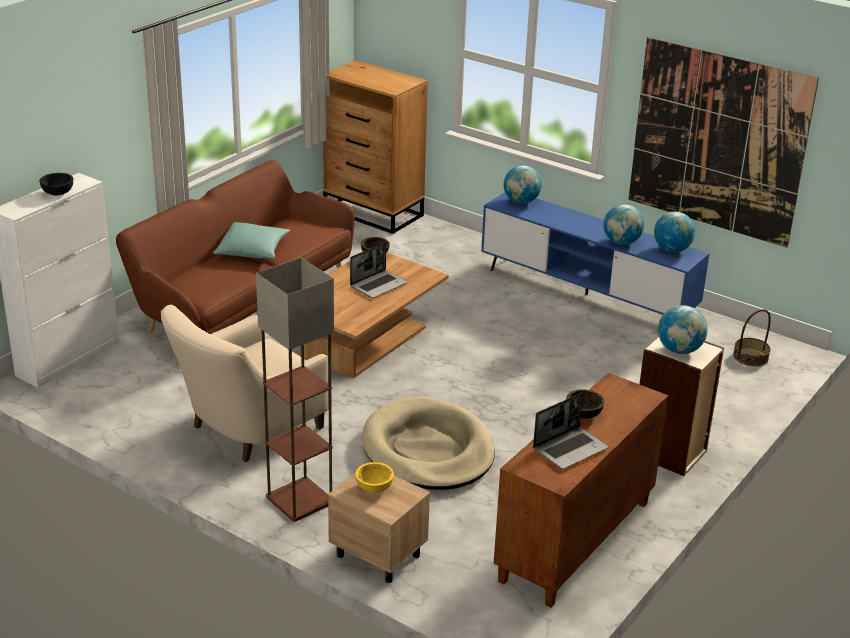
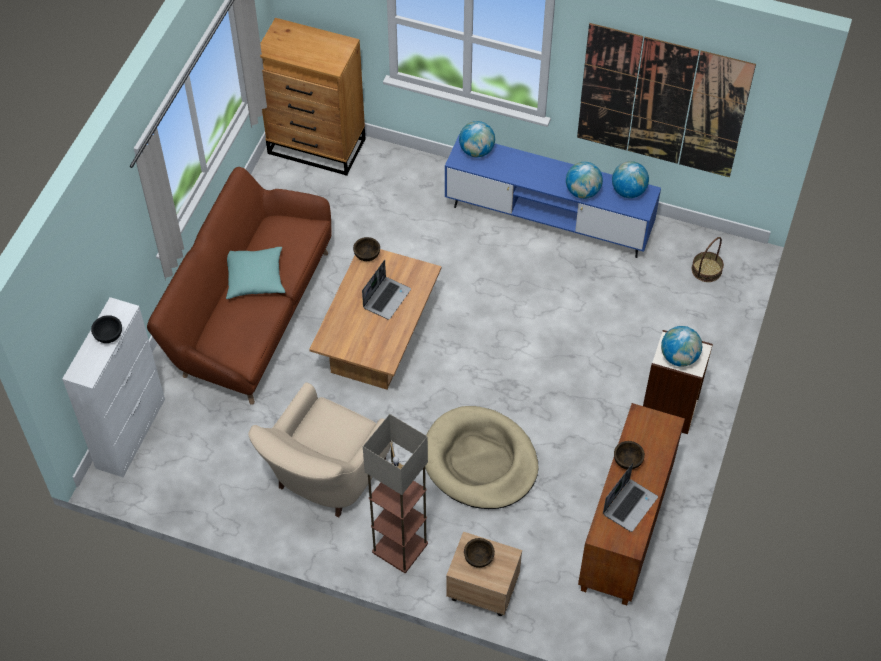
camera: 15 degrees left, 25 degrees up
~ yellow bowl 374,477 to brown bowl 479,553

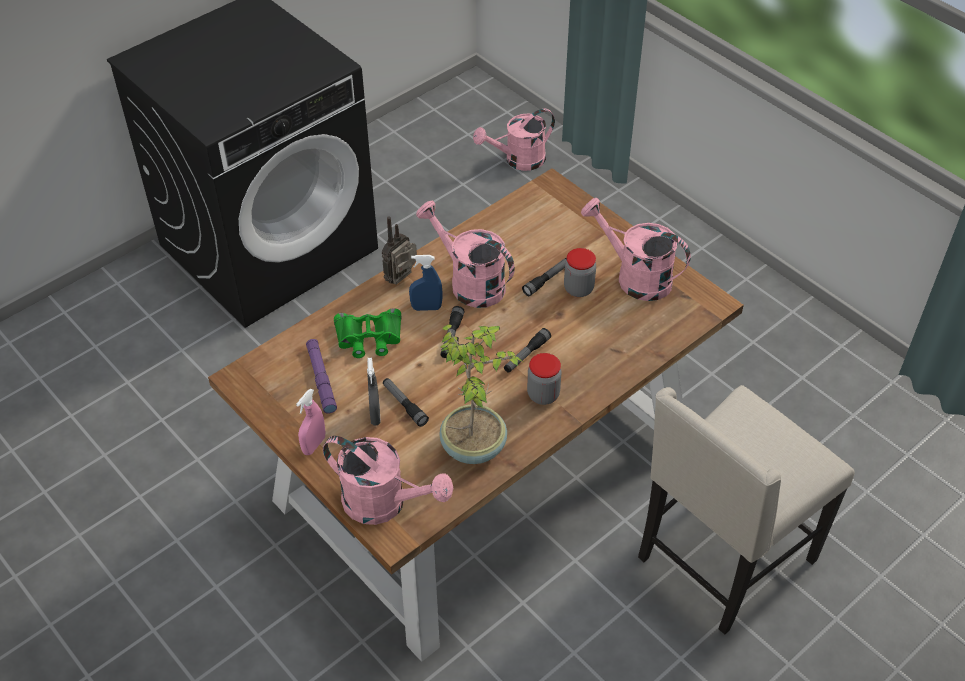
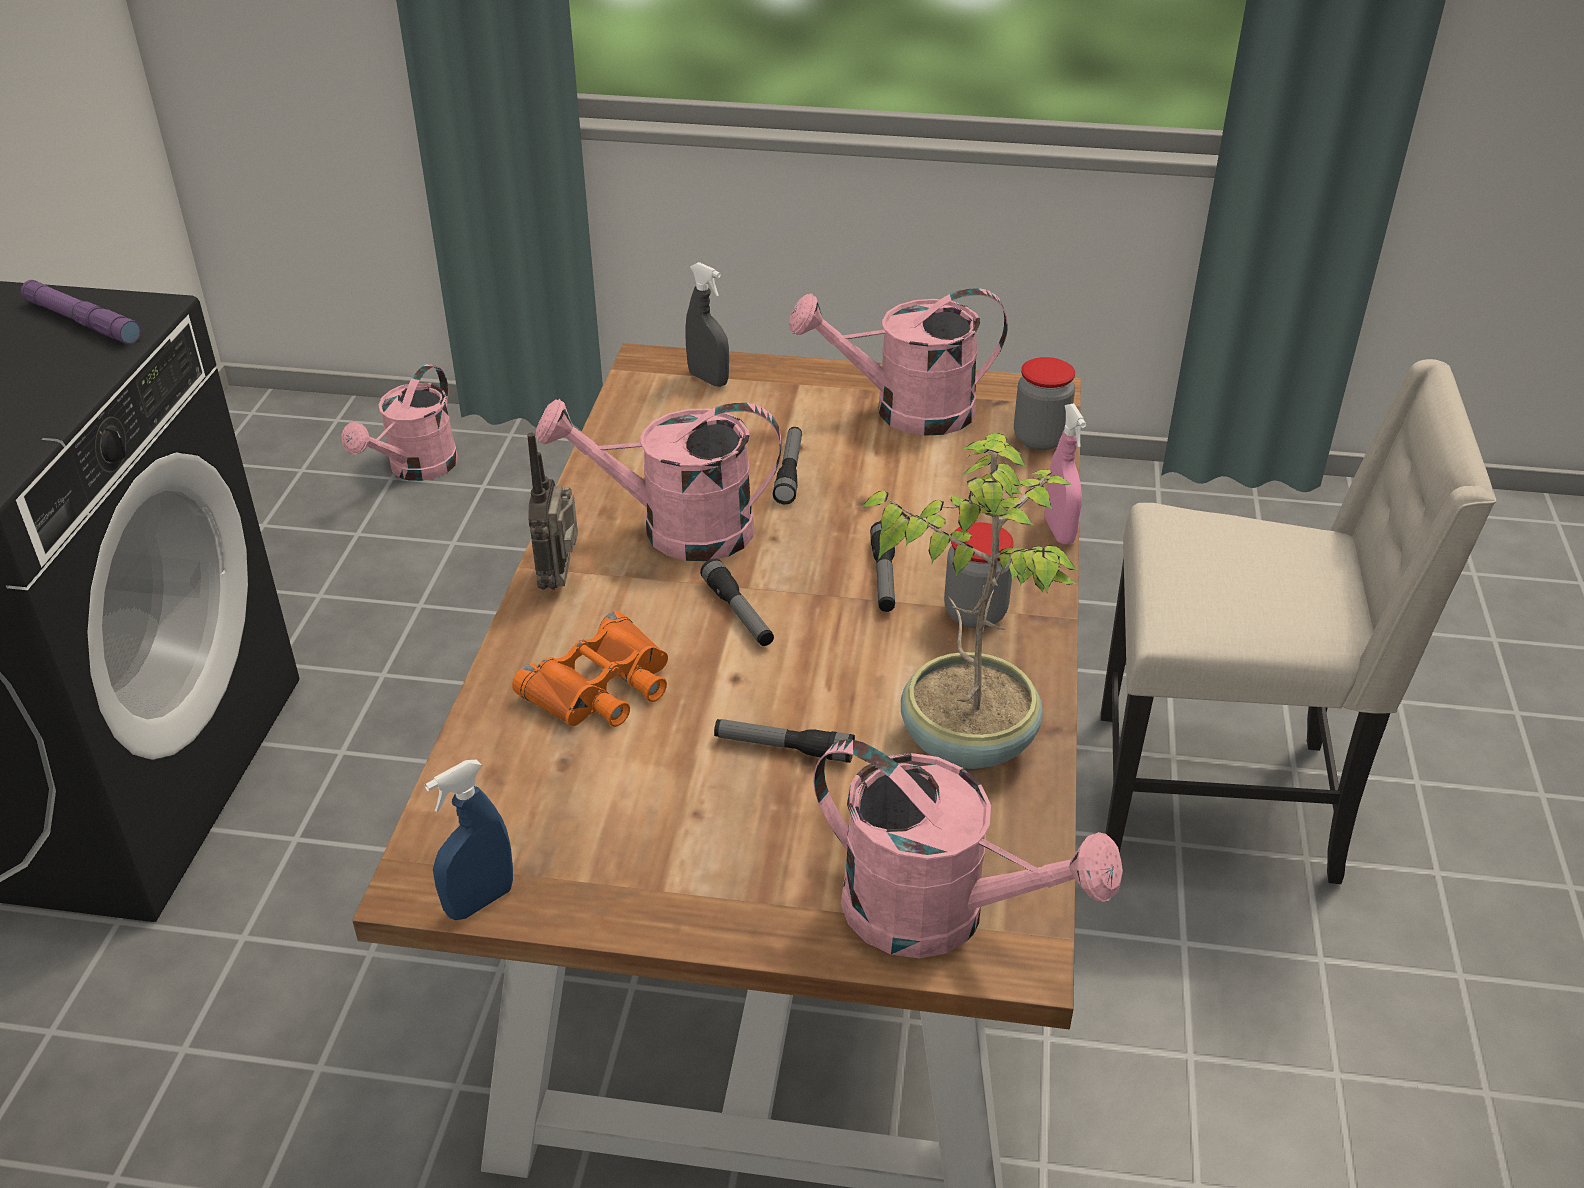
camera: 40 degrees left, 10 degrees down
~ pink spray bottle 310,421 to 1065,473
~ purple flashlight 321,376 to 81,312
~ pink watering can 388,480 = 968,848 45 degrees clockwise
~ green binoculars 368,333 to orange binoculars 590,669
~ grey spray bottle 374,391 to 707,324
~ blue spray bottle 426,283 to 469,839
~ jar 580,272 to 1044,403
~ beige chair 746,510 = 1298,621 90 degrees counterclockwise

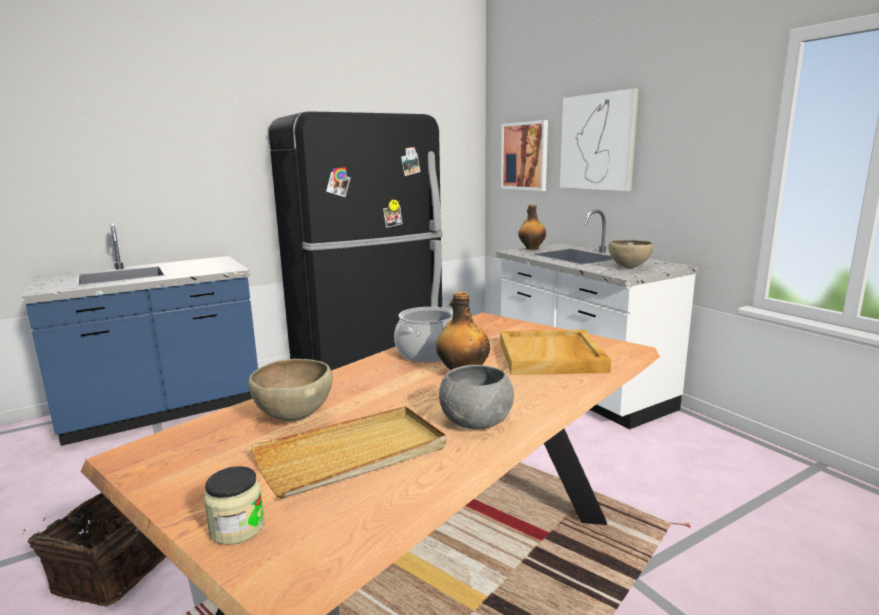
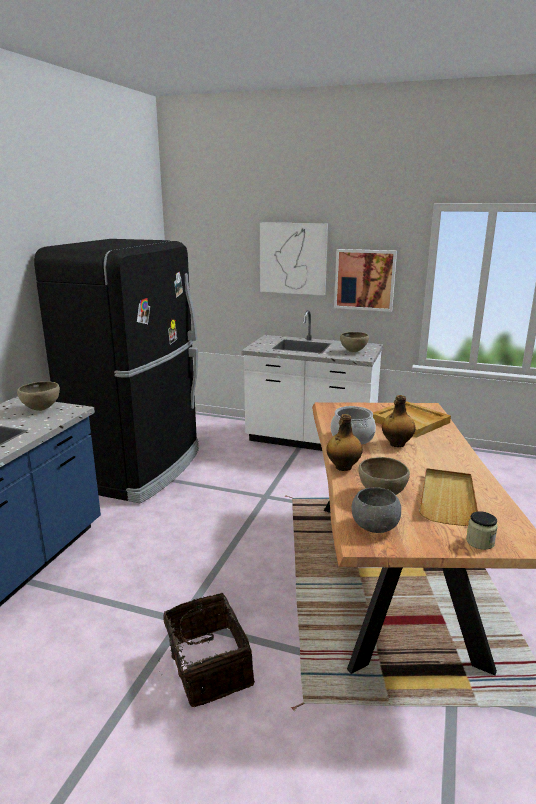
camera: 40 degrees left, 5 degrees up
~ grey bowl 476,397 to 376,510
~ picture 524,155 to 365,280
~ bottle 532,227 to 344,442
+ brown bowl 38,396

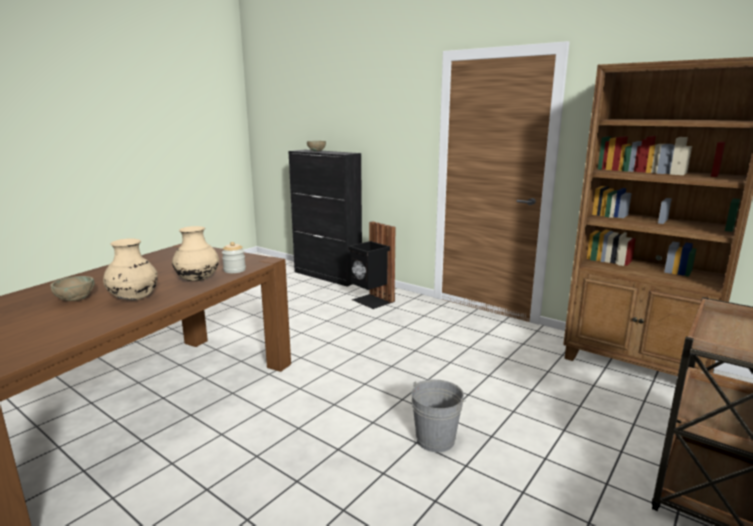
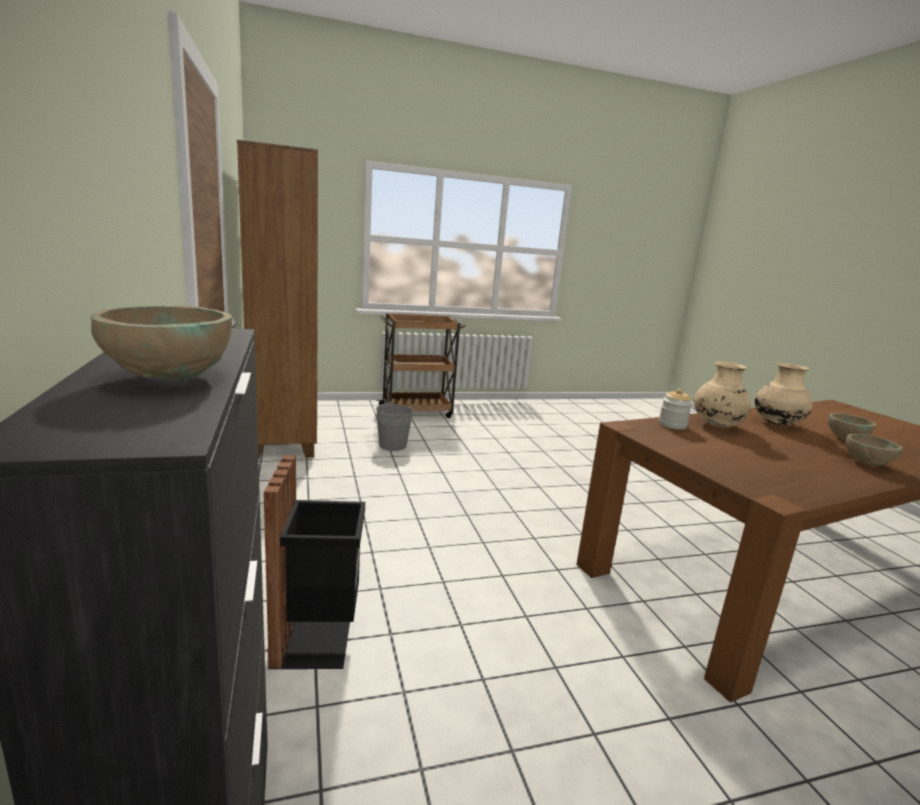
camera: 145 degrees left, 0 degrees up
~ grey bucket 438,415 to 394,426
+ beige bowl 873,450

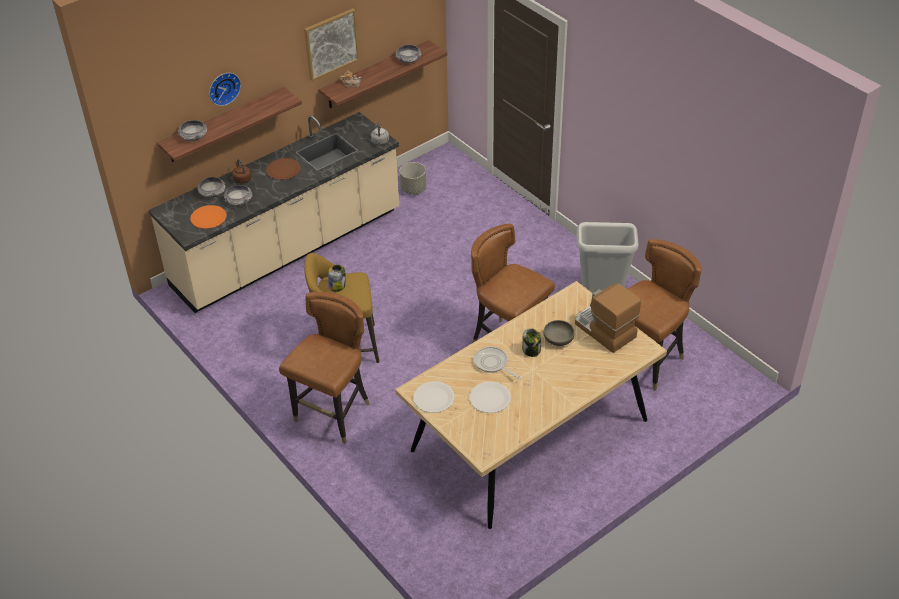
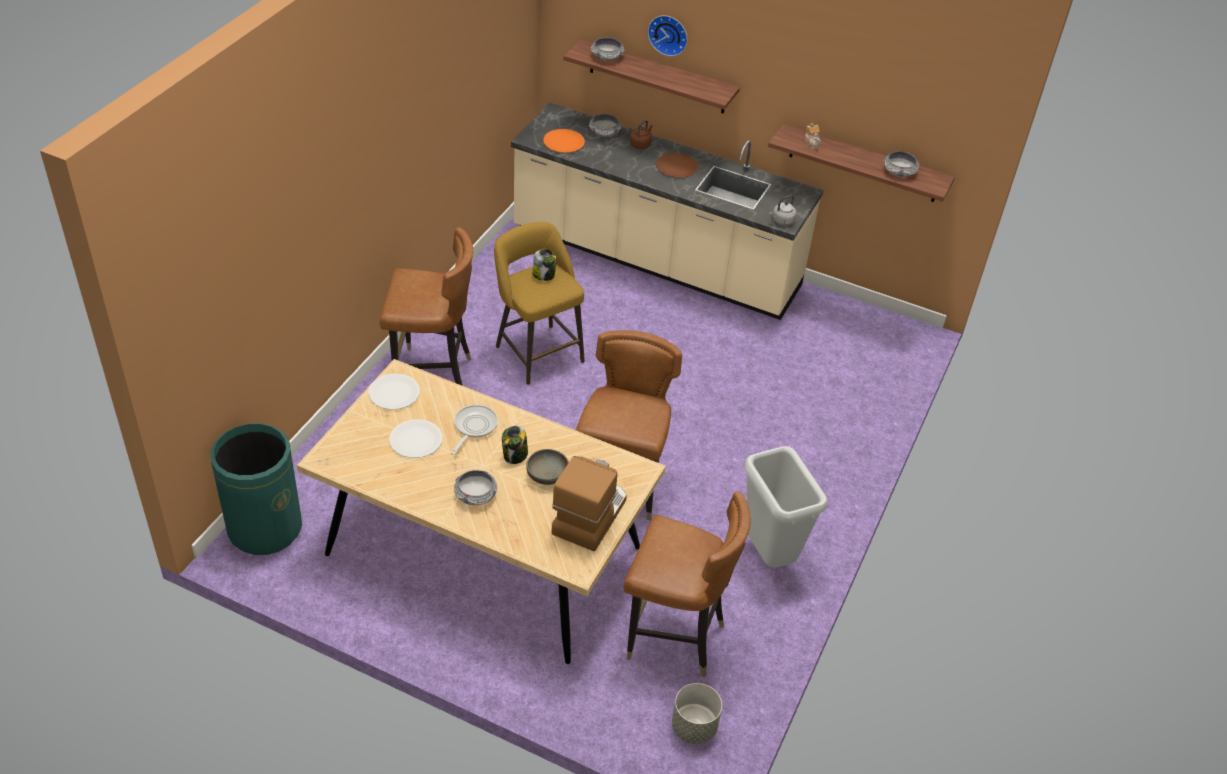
camera: 60 degrees right, 0 degrees up
~ bowl 238,195 to 476,487
- picture 332,44
~ grey planter 413,178 to 697,713
+ green trash can 256,489

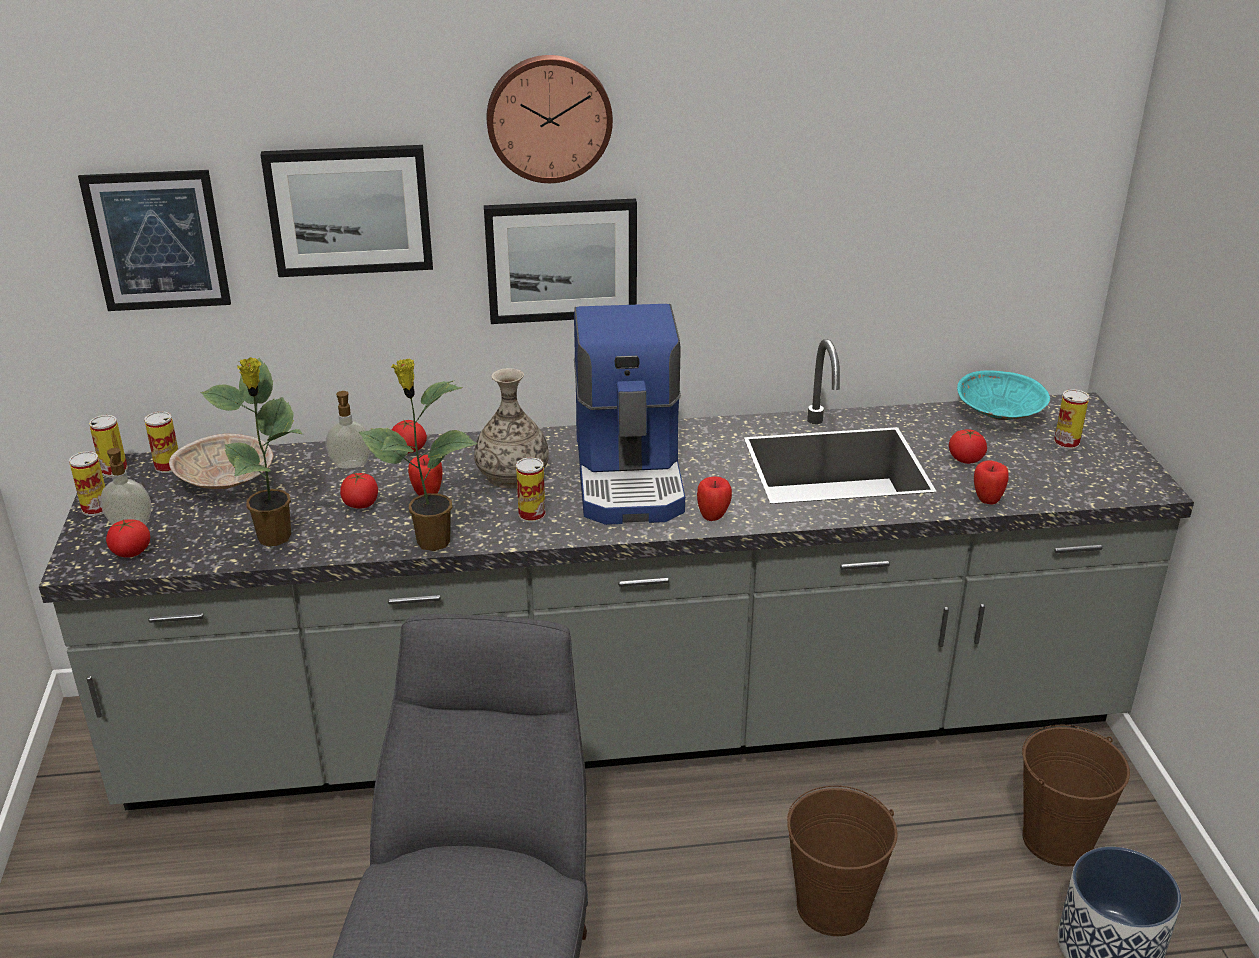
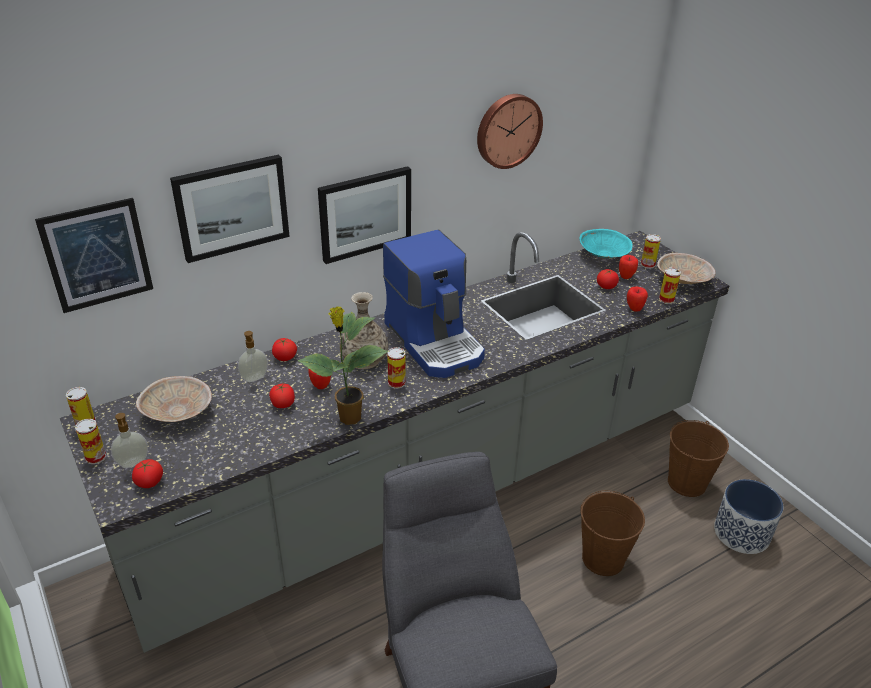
camera: 25 degrees left, 5 degrees up
~ can 161,442 to 670,285
- potted plant 251,451
~ wall clock 550,119 to 510,131
~ apple 714,498 to 628,267
+ beige bowl 686,268

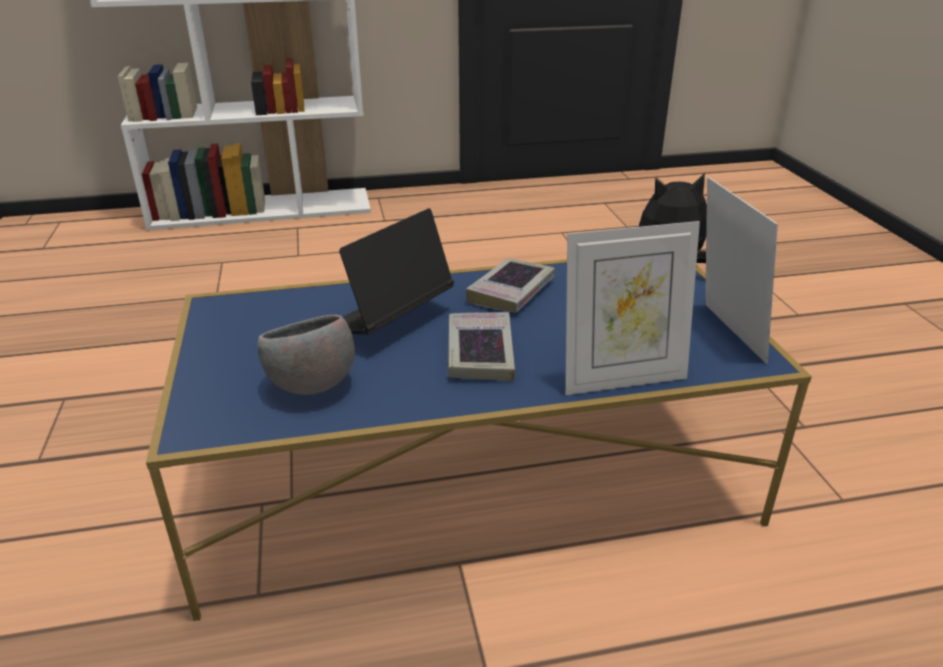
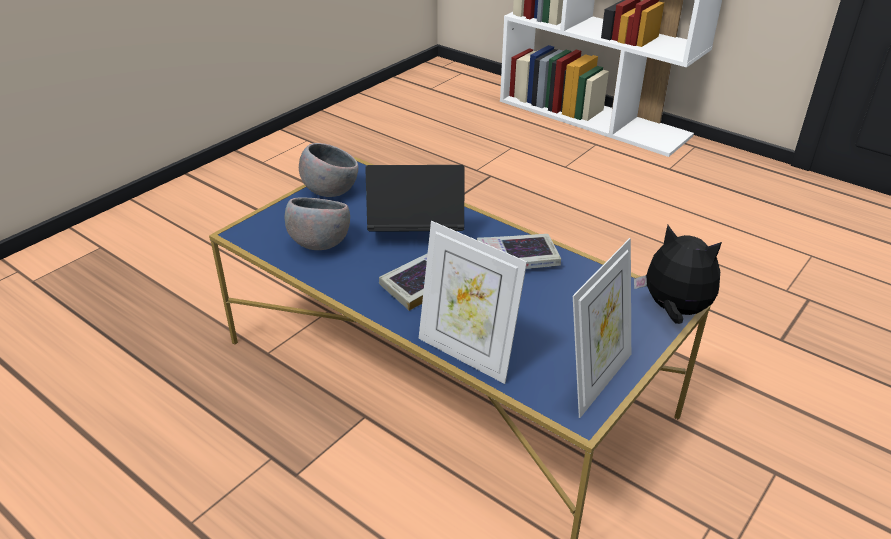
camera: 50 degrees right, 5 degrees up
+ grey bowl 329,170

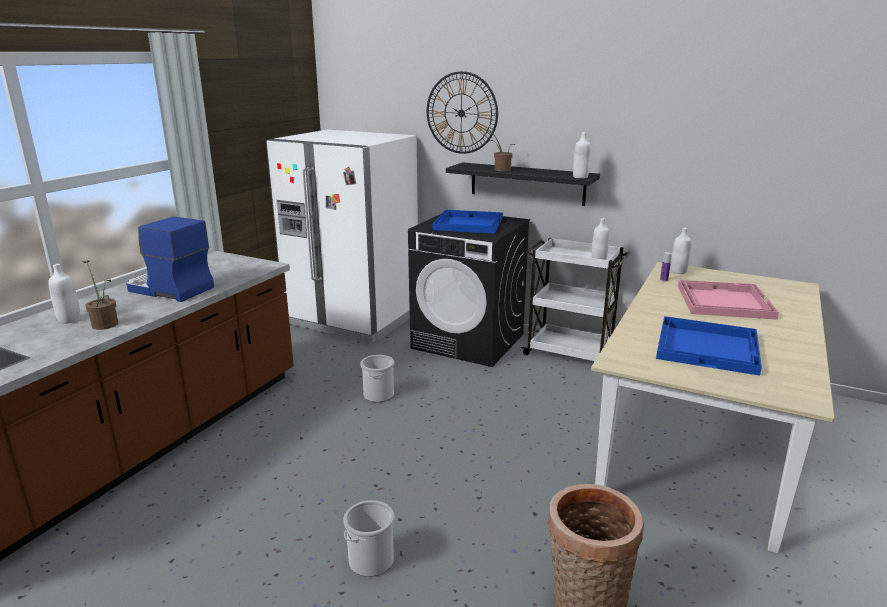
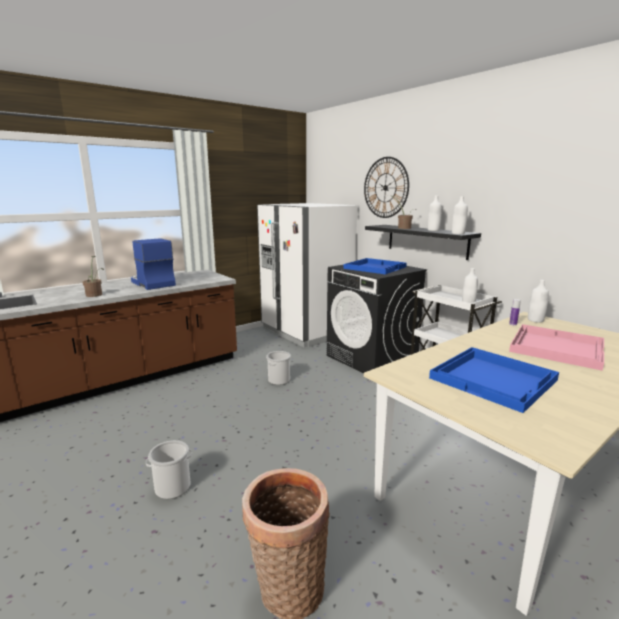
camera: 25 degrees right, 5 degrees down
~ white bottle 64,294 to 435,213

